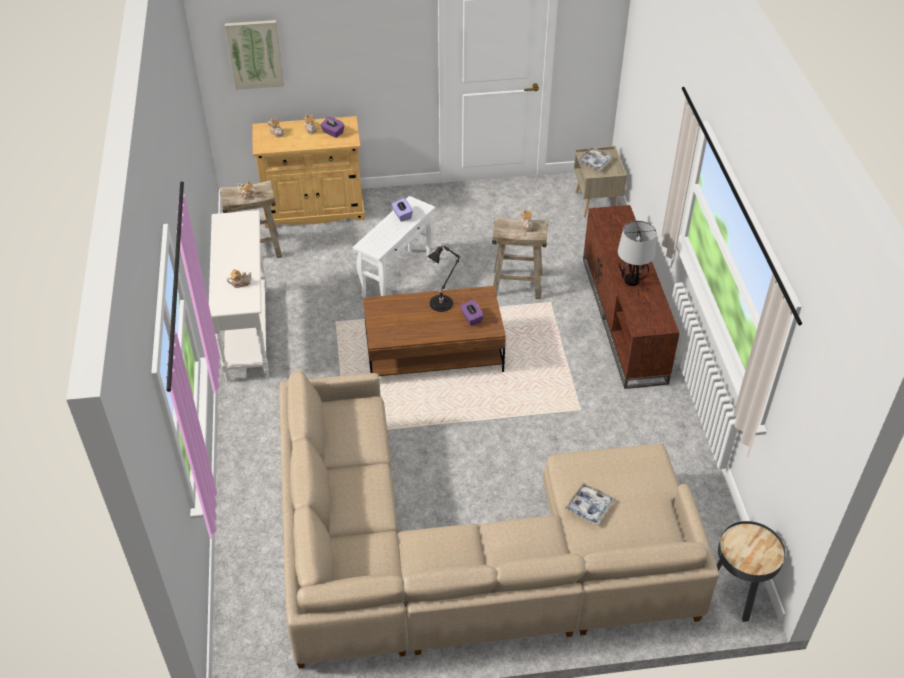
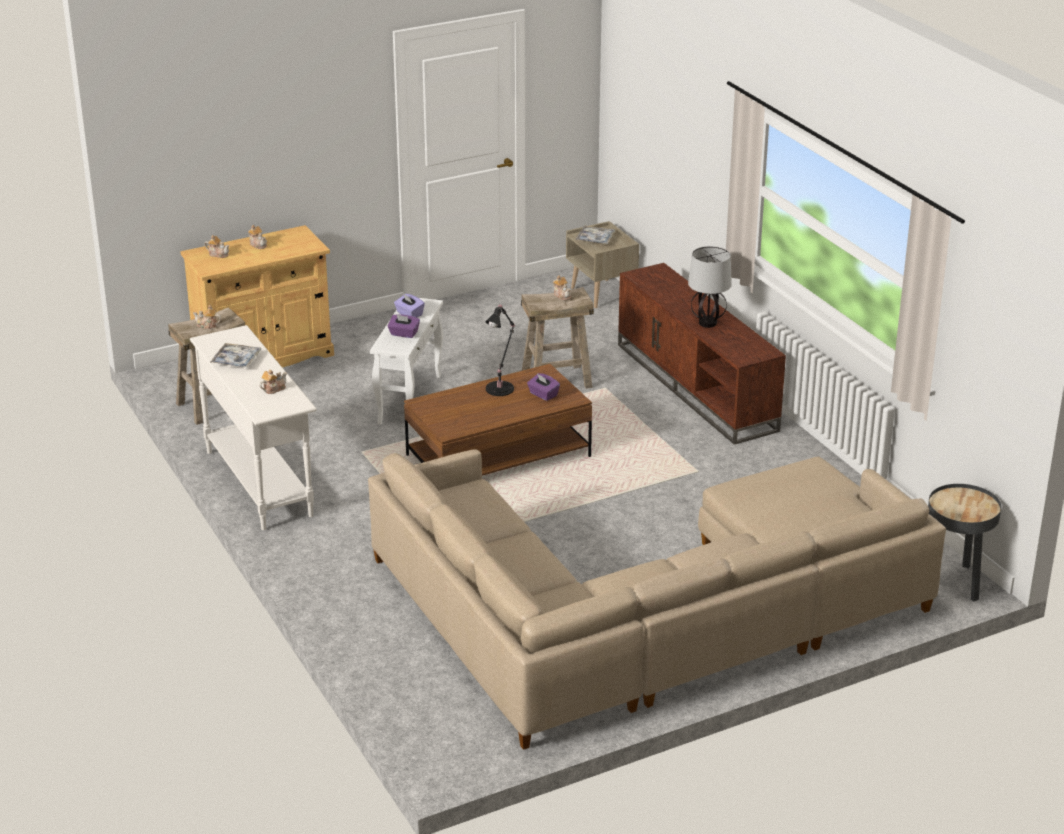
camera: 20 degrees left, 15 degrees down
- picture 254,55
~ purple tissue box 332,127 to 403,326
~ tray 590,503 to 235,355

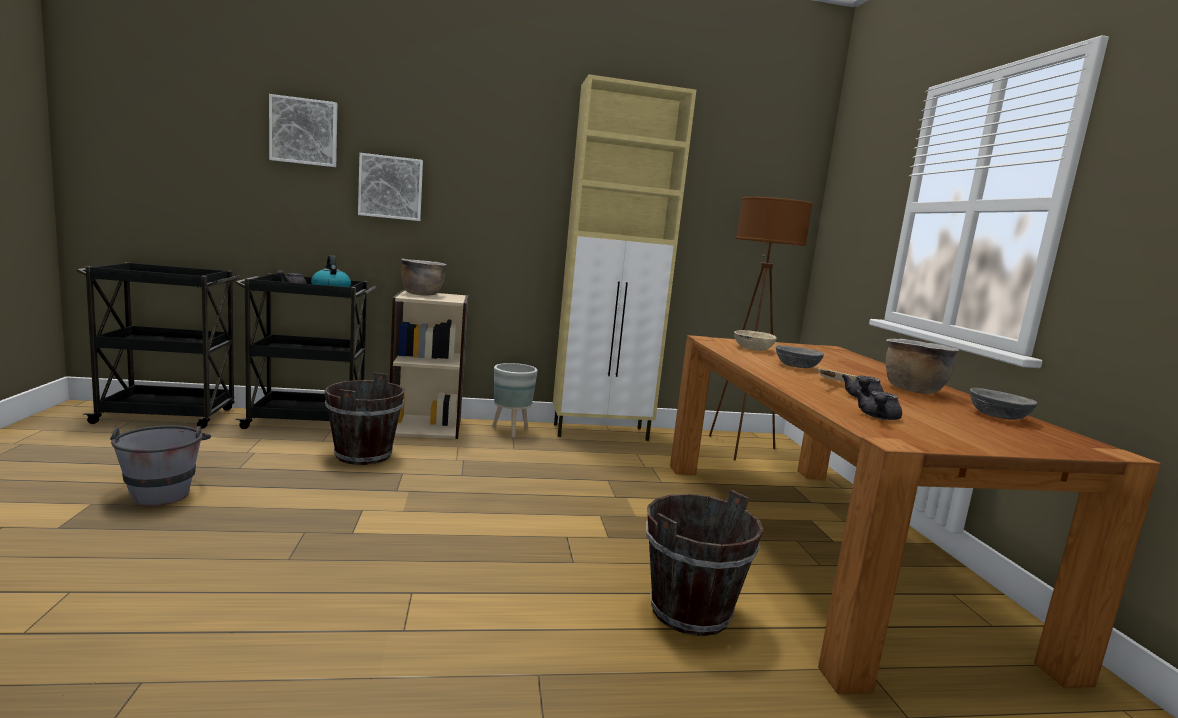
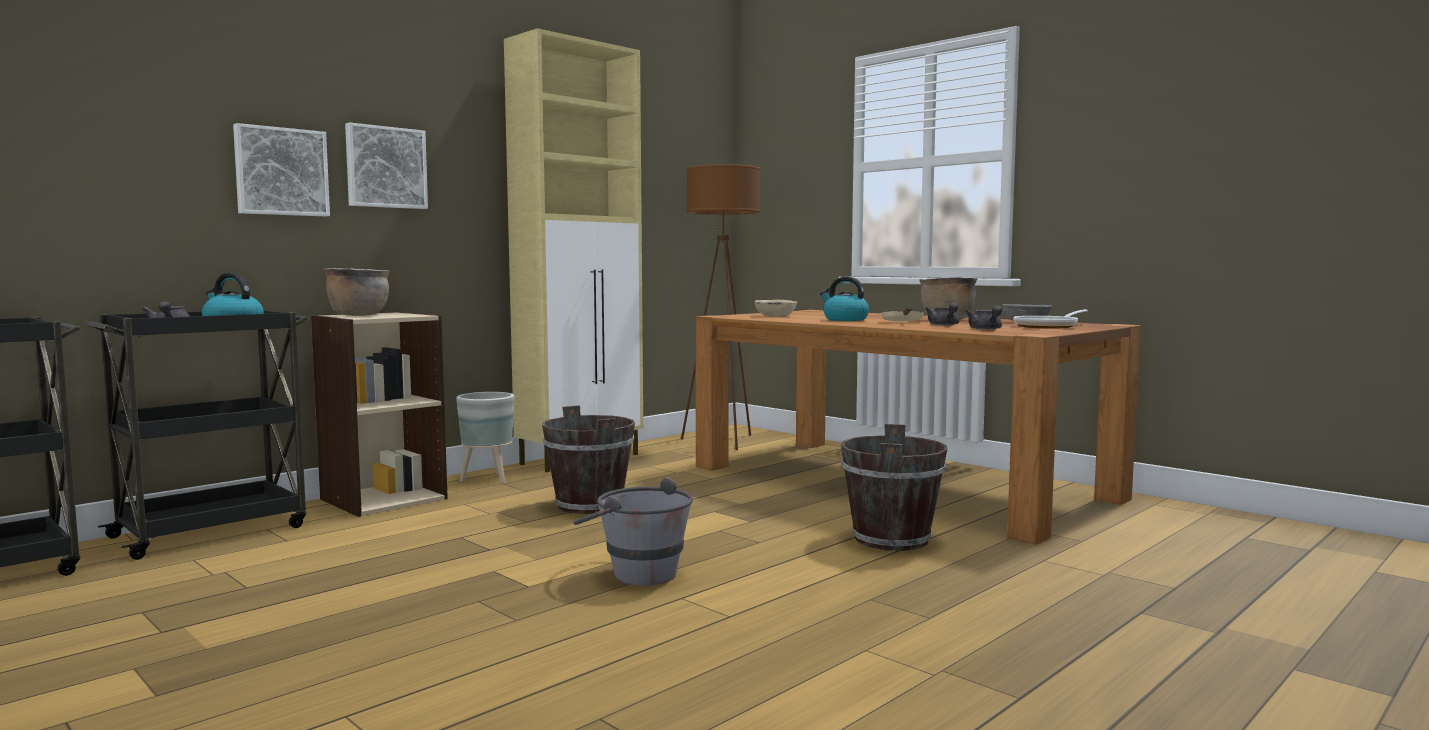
camera: 35 degrees left, 5 degrees down
~ grey bucket 160,465 to 633,531
~ picture 303,130 to 386,165
~ brown bucket 365,419 to 588,459
~ grey bowl 800,356 to kettle 844,299
+ frying pan 1050,319

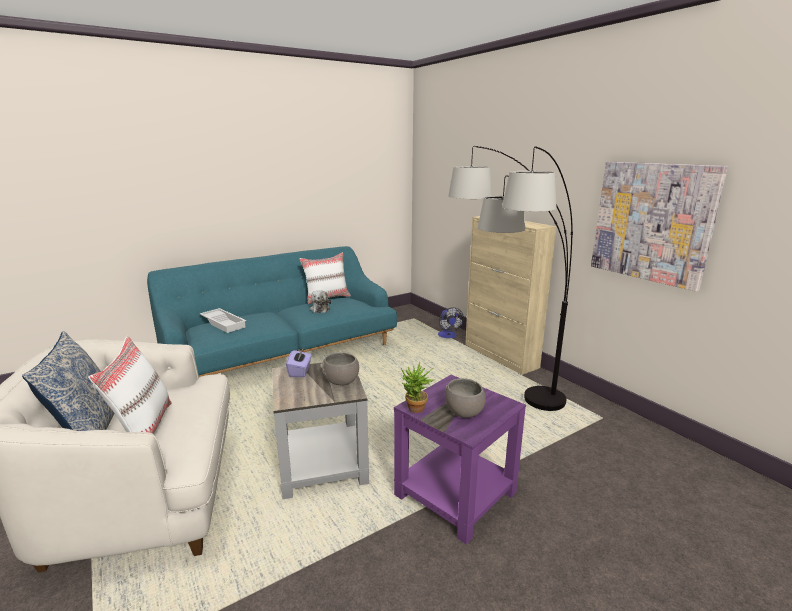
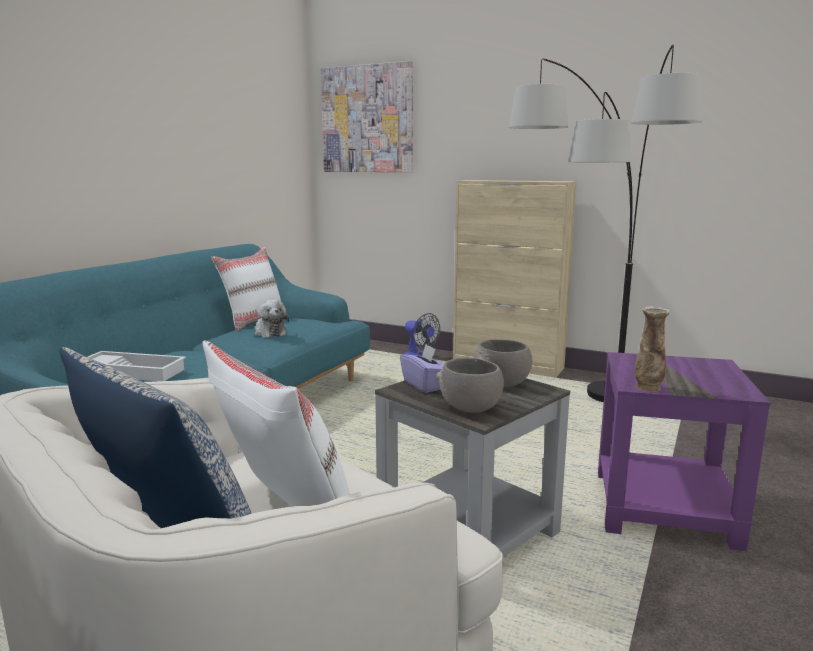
camera: 30 degrees left, 5 degrees down
~ potted plant 418,387 to vase 652,349
~ grey bowl 465,398 to 470,385
~ picture 659,227 to 367,116

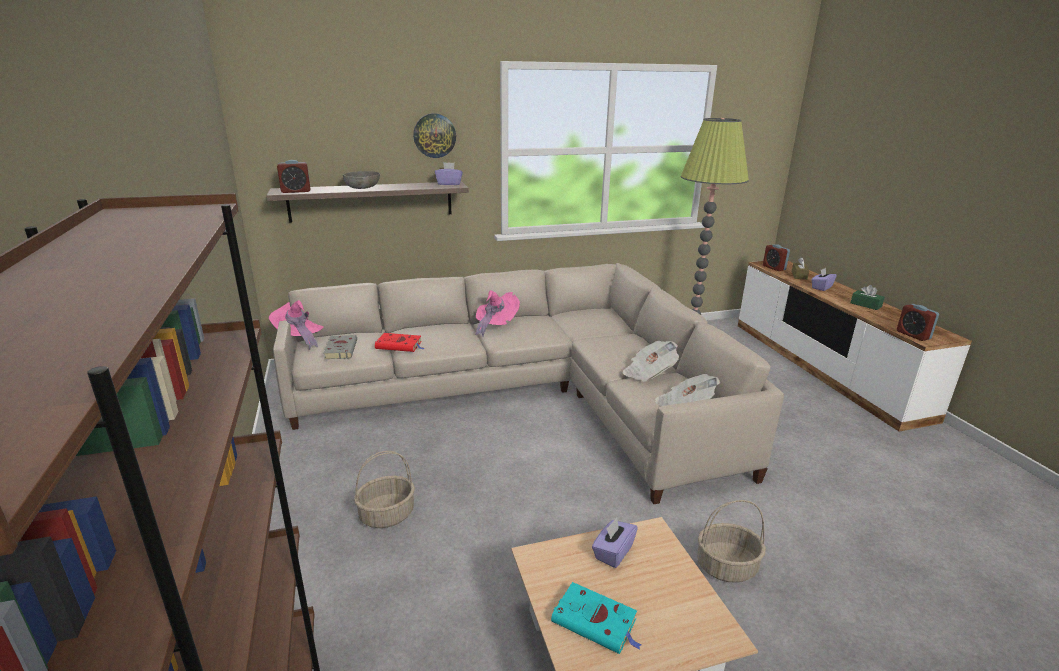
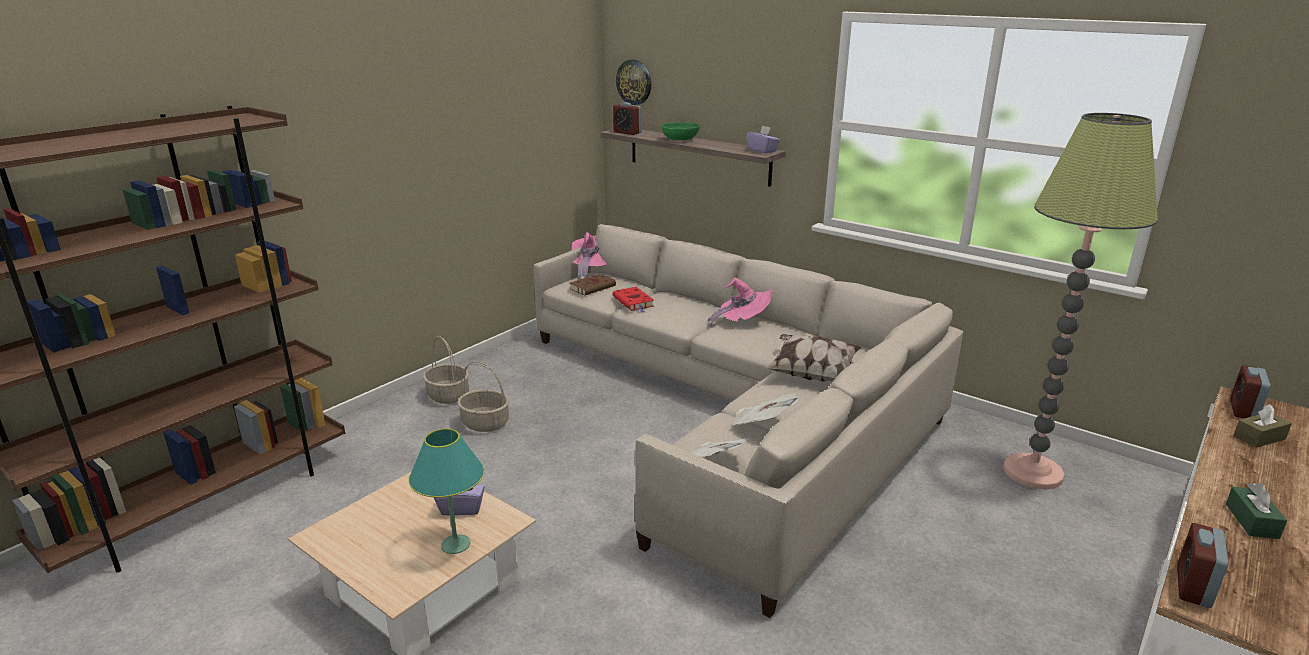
camera: 55 degrees right, 0 degrees up
~ grey book 340,347 to brown book 593,284
~ grey bowl 361,180 to green bowl 681,131
~ wall clock 434,135 to 633,82
- turquoise book 596,618
~ basket 731,541 to 446,370
- purple tissue box 824,279
+ turquoise table lamp 447,491
+ pillow 813,358

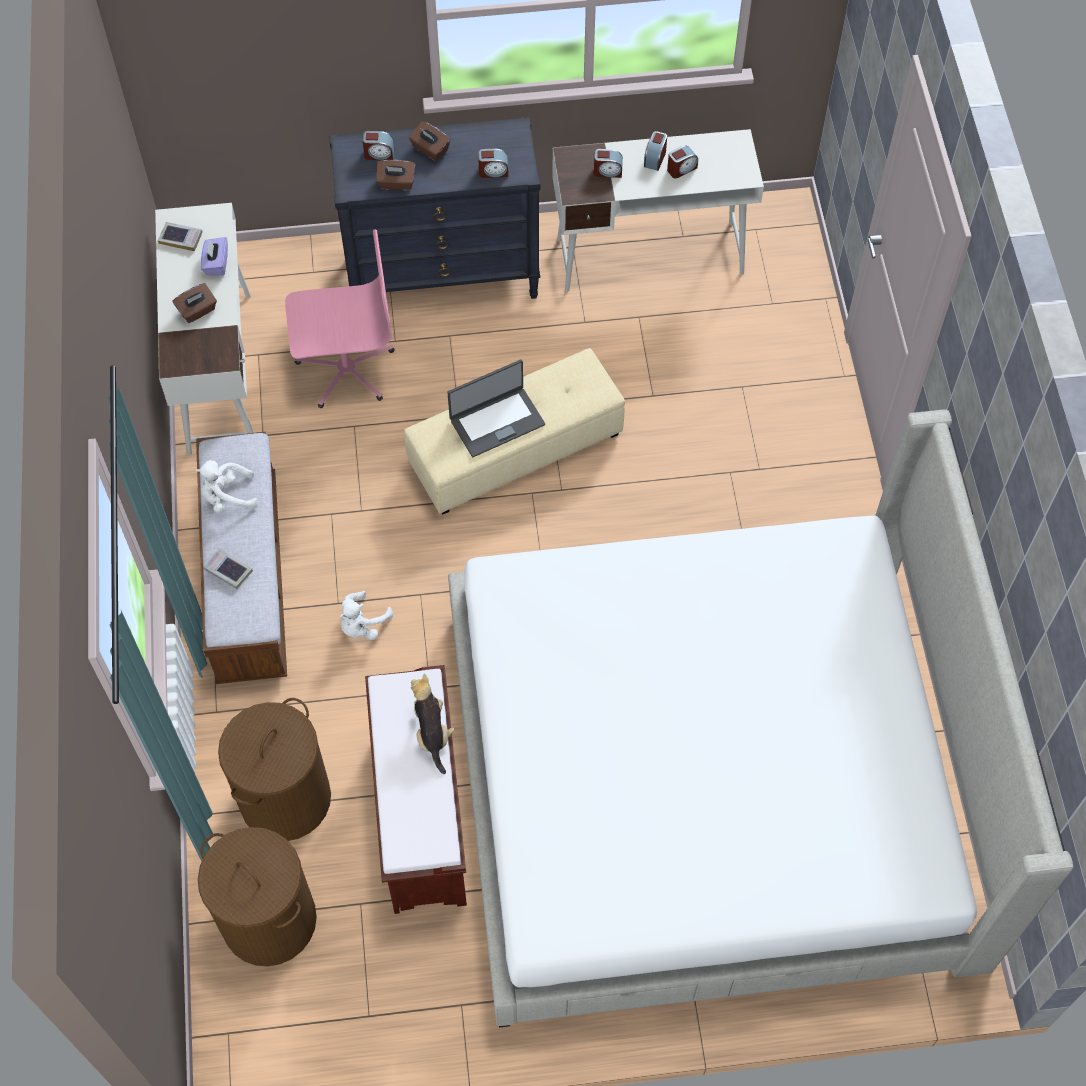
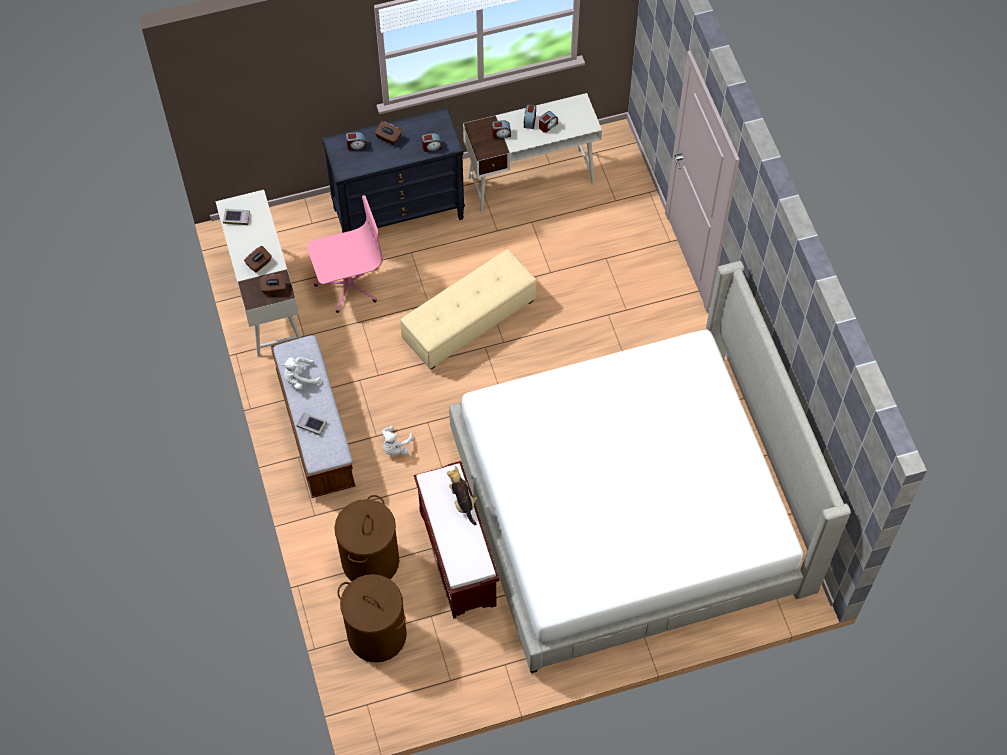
camera: 10 degrees left, 0 degrees up
- purple tissue box 214,256
~ brown tissue box 395,175 to 273,284
- laptop 496,408

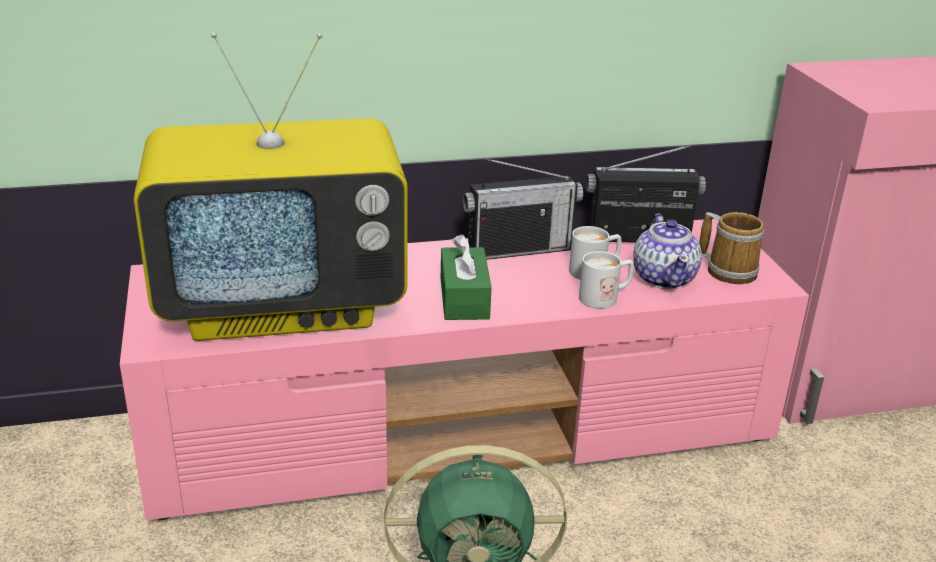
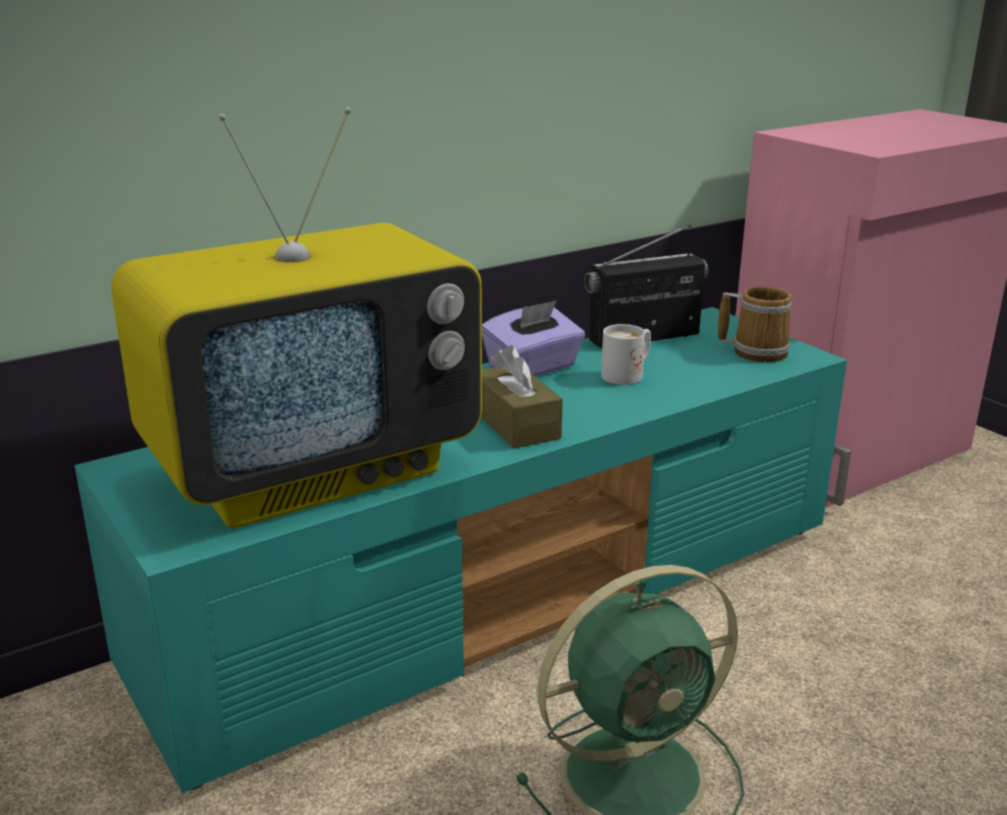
camera: 20 degrees left, 5 degrees down
~ pink tv stand 464,369 to turquoise tv stand 461,550
~ green tissue box 466,277 to brown tissue box 522,396
~ radio 523,209 to purple tissue box 533,338
- white mug 606,280
- teapot 667,251

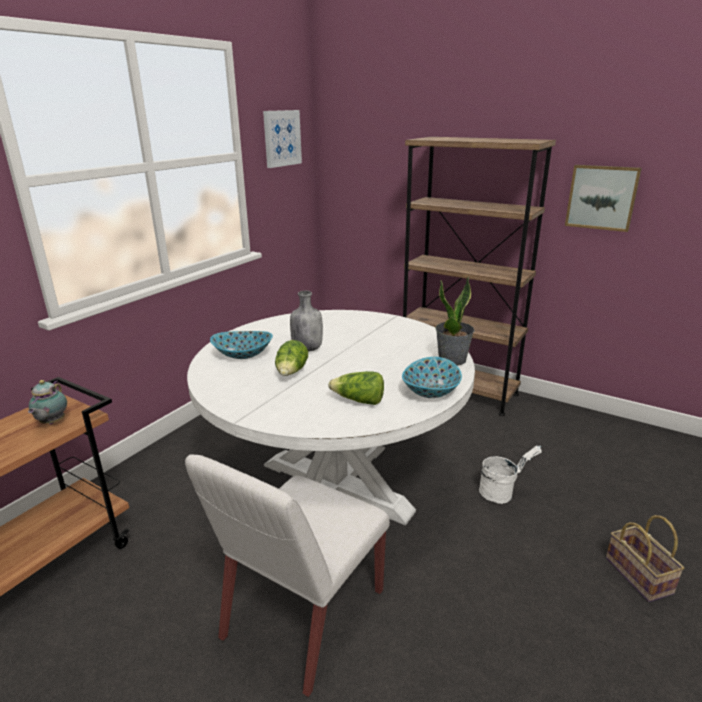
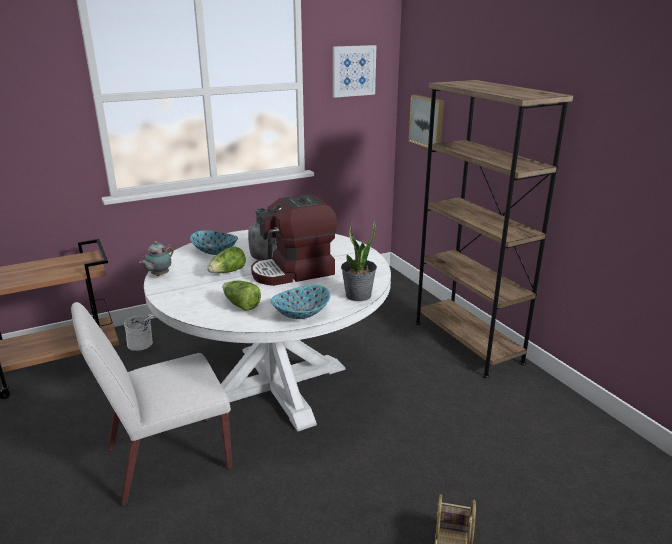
camera: 30 degrees right, 0 degrees up
~ teapot 47,402 to 156,258
~ white bucket 510,475 to 139,332
~ picture 603,198 to 426,121
+ coffee machine 294,240

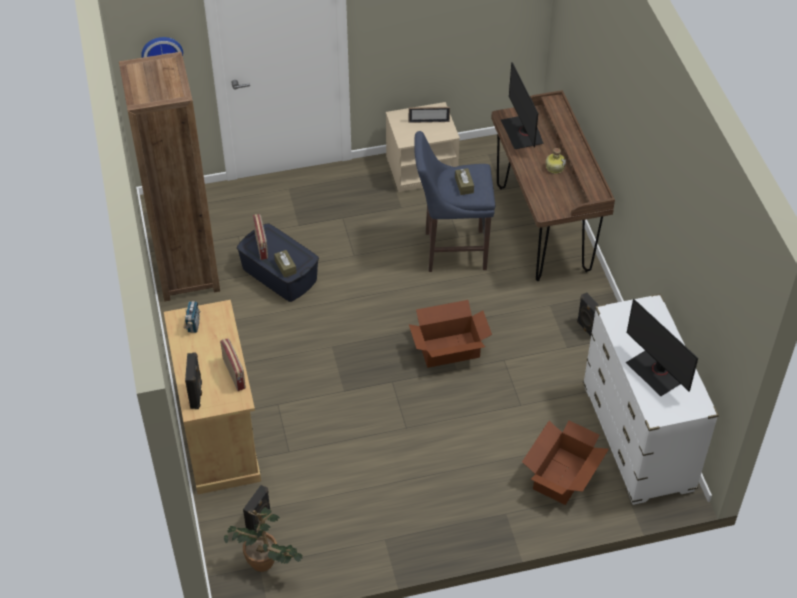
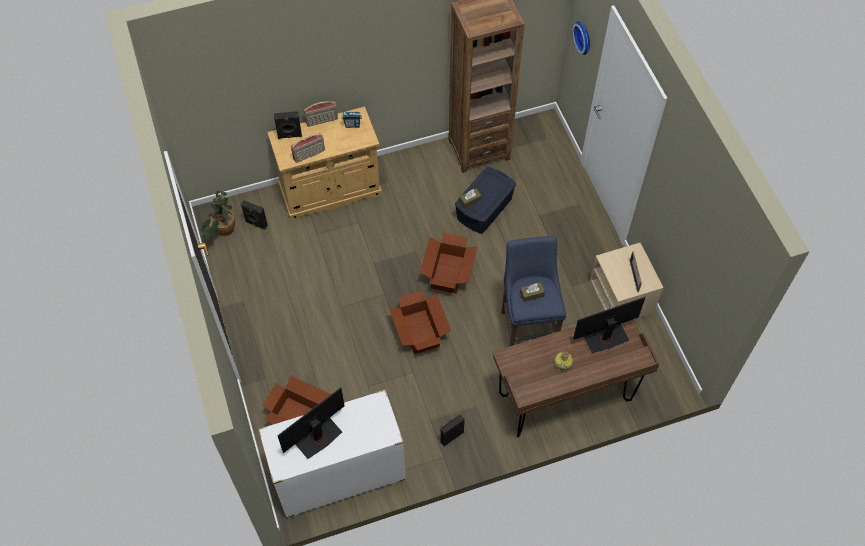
camera: 85 degrees right, 10 degrees up
~ radio 260,237 to 321,114
+ cardboard box 449,263

